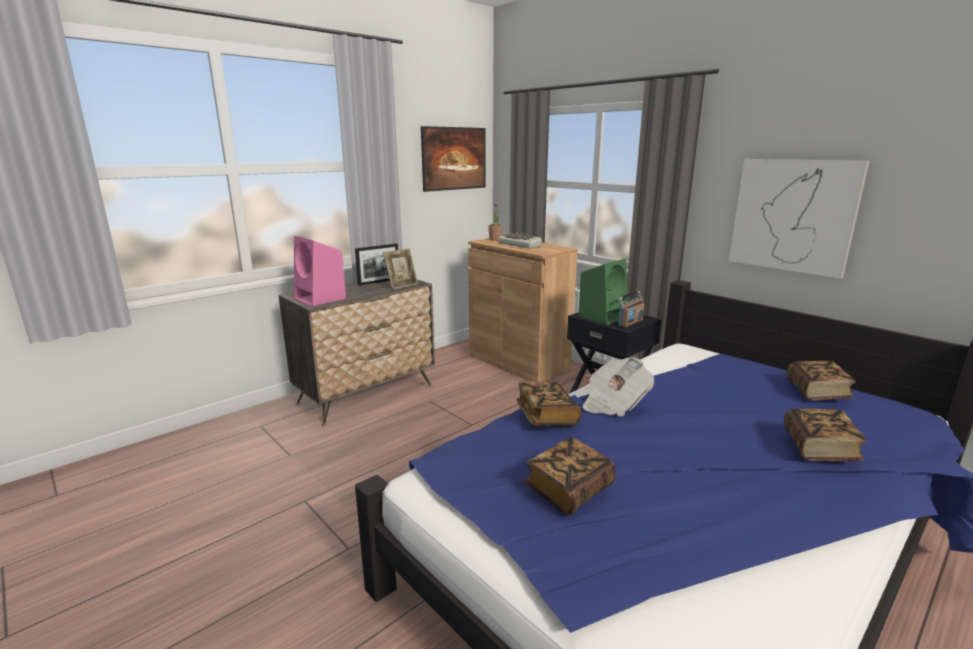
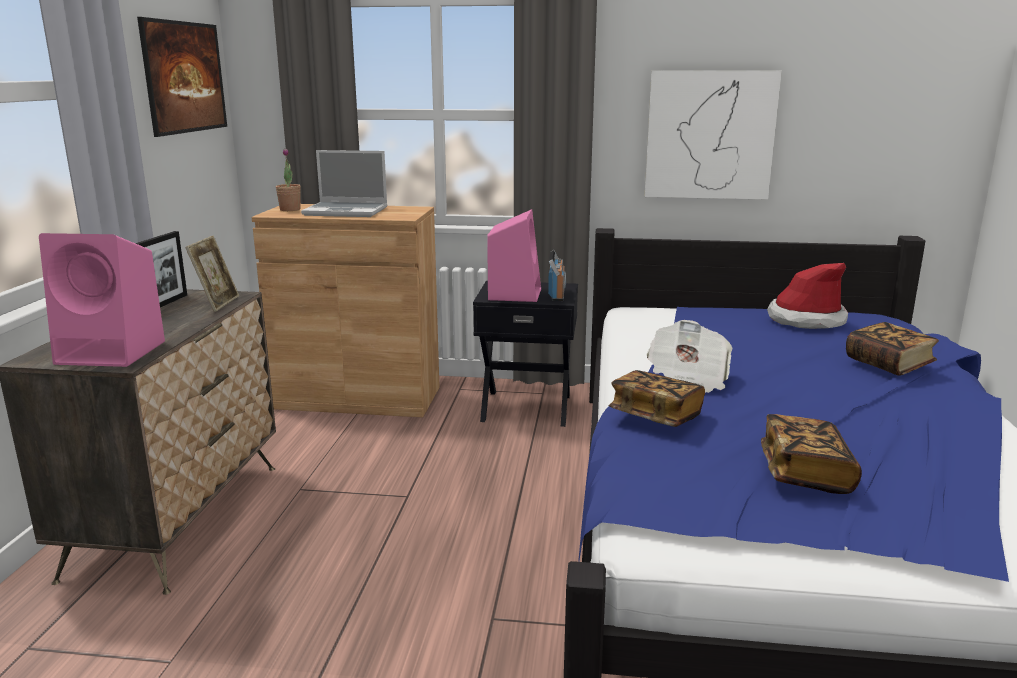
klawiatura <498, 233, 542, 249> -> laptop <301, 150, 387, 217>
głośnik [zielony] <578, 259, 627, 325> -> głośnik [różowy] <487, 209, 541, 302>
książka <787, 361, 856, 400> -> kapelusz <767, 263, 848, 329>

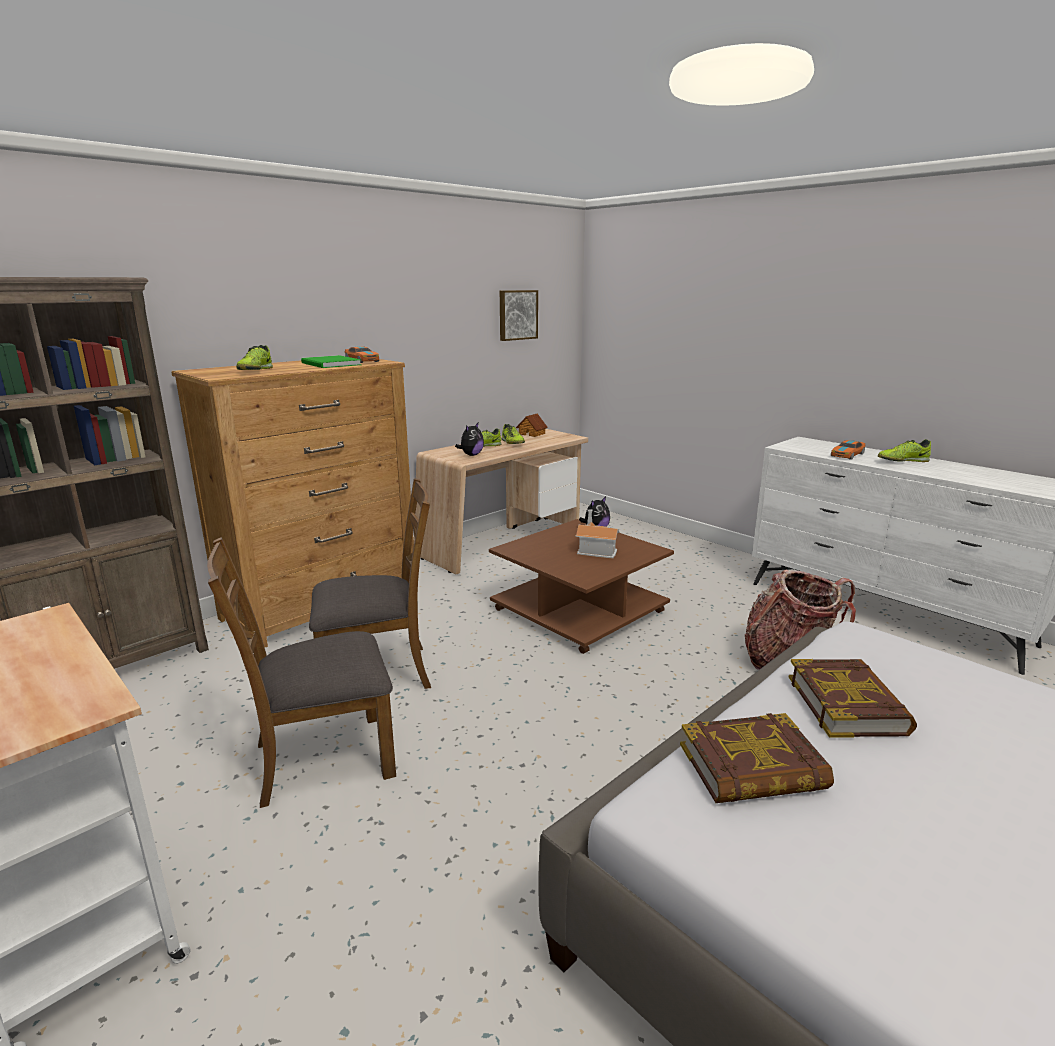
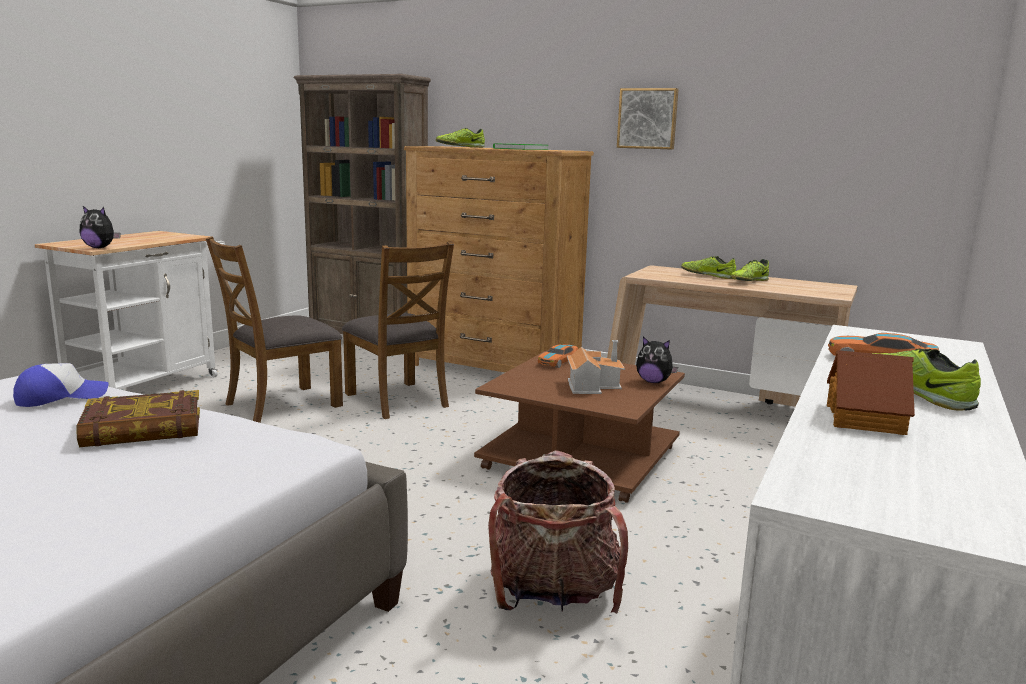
obraz <500, 290, 538, 341> -> obraz <617, 88, 679, 150>, moved
samochodzik <345, 347, 379, 363> -> samochodzik <538, 344, 578, 368>, moved
domek <516, 413, 548, 437> -> domek <827, 350, 915, 435>, moved
pluszak <455, 423, 484, 456> -> pluszak <80, 206, 120, 248>, moved
krzesło [brązowy] <207, 537, 396, 808> -> krzesło [brązowy] <206, 236, 343, 423>, 90 degrees counterclockwise
książka <680, 713, 834, 803> -> czapka z daszkiem <13, 363, 108, 407>

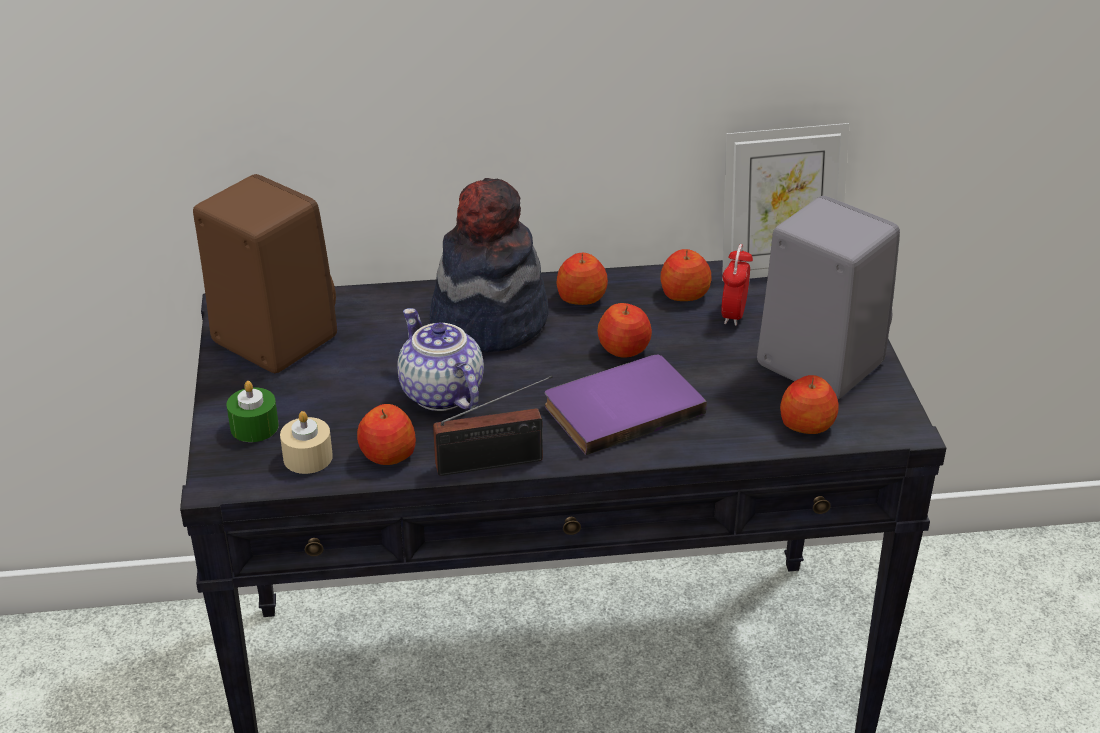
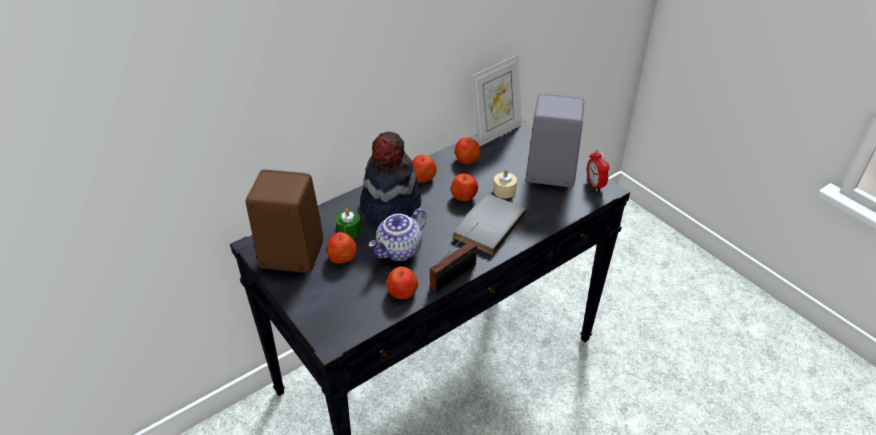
budzik <722, 244, 753, 326> -> budzik <587, 150, 609, 192>, moved
imbryk <397, 308, 484, 411> -> imbryk <369, 208, 427, 261>, 75 degrees counterclockwise
książka [fioletowy] <545, 355, 707, 455> -> książka [szary] <453, 194, 526, 255>
jabłko <780, 375, 839, 434> -> jabłko <327, 232, 357, 263>, moved
świeca [zielony] <227, 381, 279, 442> -> świeca [zielony] <336, 208, 361, 238>, moved
świeca [beżowy] <280, 411, 333, 474> -> świeca [beżowy] <493, 169, 517, 198>, moved

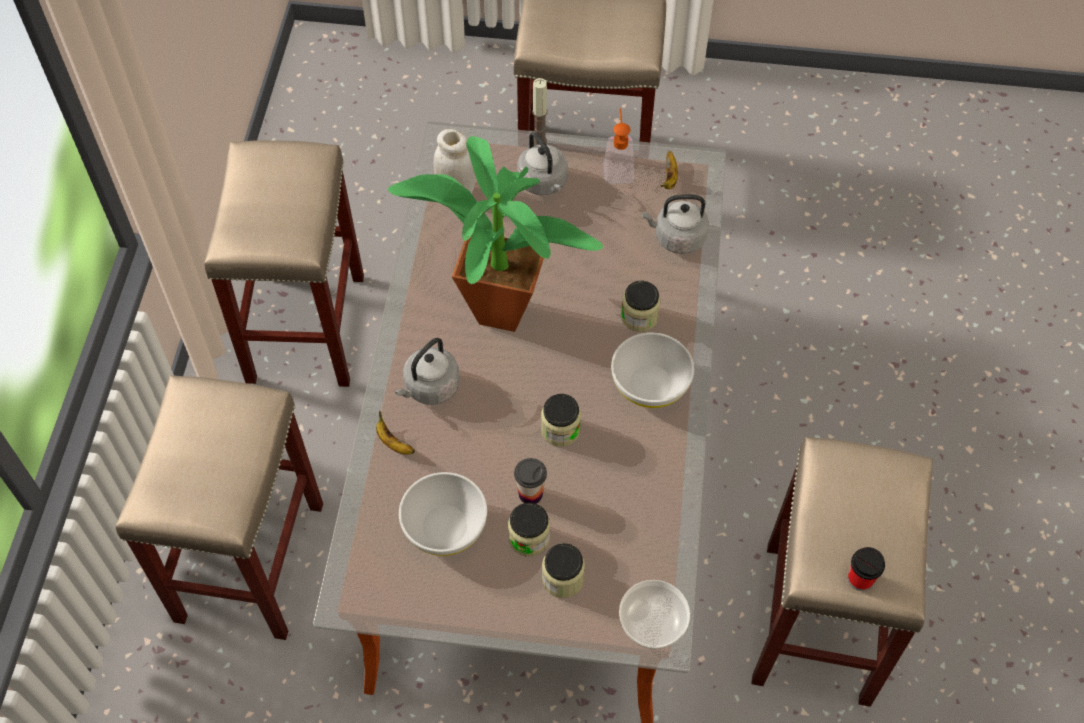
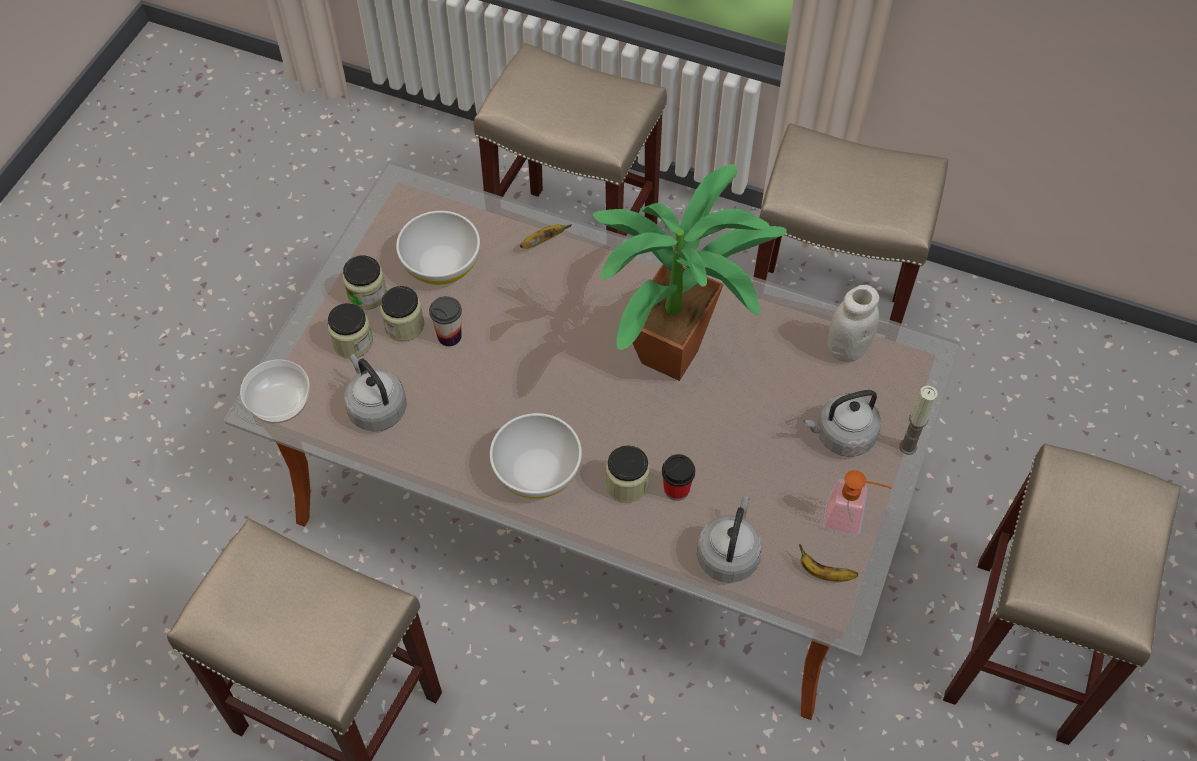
czajnik [szary] <395, 338, 460, 405> -> czajnik [szary] <344, 354, 407, 431>, moved
słoik <541, 394, 581, 447> -> słoik <343, 256, 387, 310>, moved
filiżanka <848, 547, 885, 591> -> filiżanka <662, 454, 695, 501>, moved

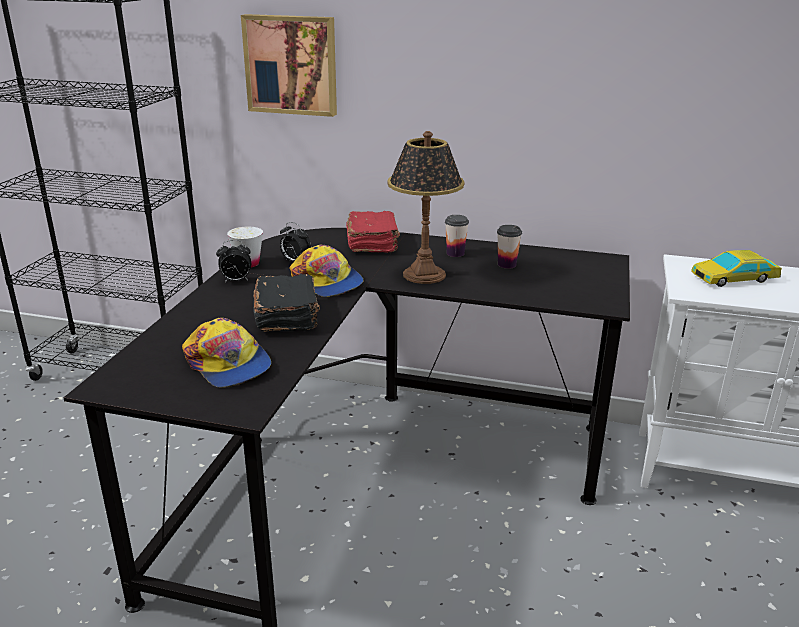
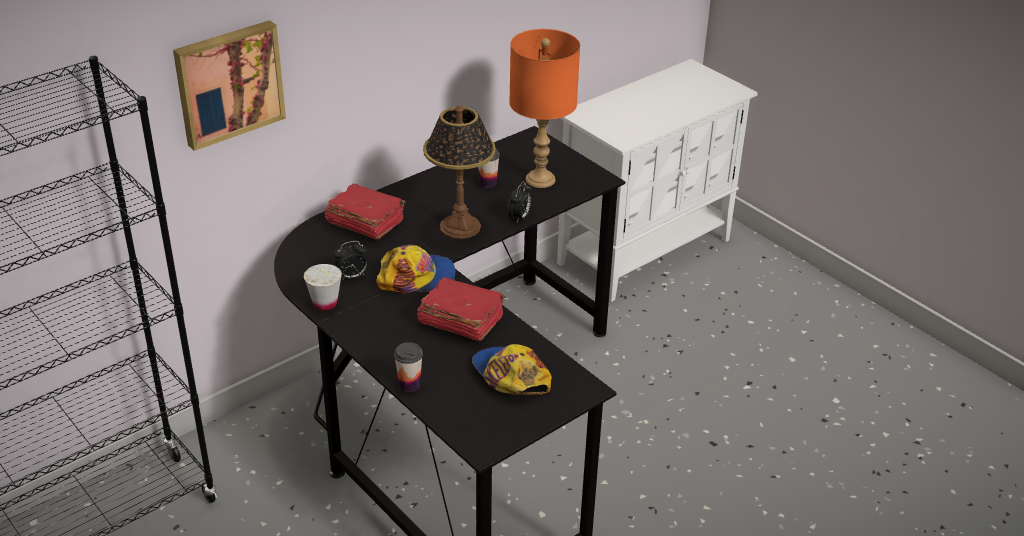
filiżanka <445, 215, 469, 257> -> filiżanka <394, 342, 423, 392>, moved
budzik <216, 240, 251, 282> -> budzik <508, 181, 532, 222>, moved
samochodzik <691, 250, 782, 287> -> none
książka [czarny] <253, 274, 320, 332> -> książka [czerwony] <417, 277, 506, 341>
czapka z daszkiem <182, 318, 271, 387> -> czapka z daszkiem <472, 344, 552, 395>, 120 degrees counterclockwise
none -> lampa stołowa [pomarańczowy] <509, 29, 580, 188>

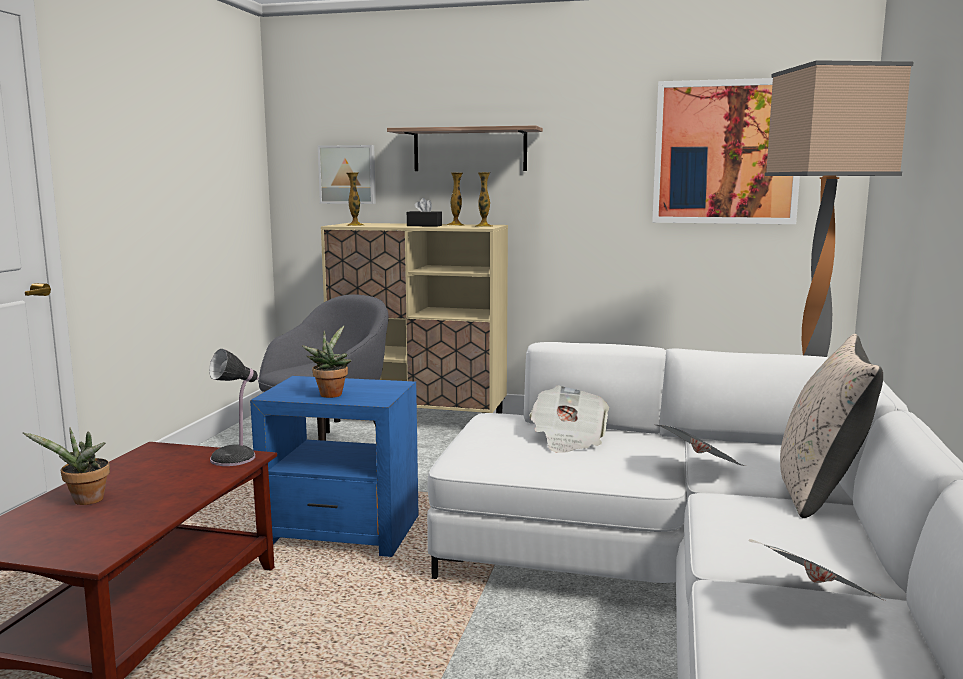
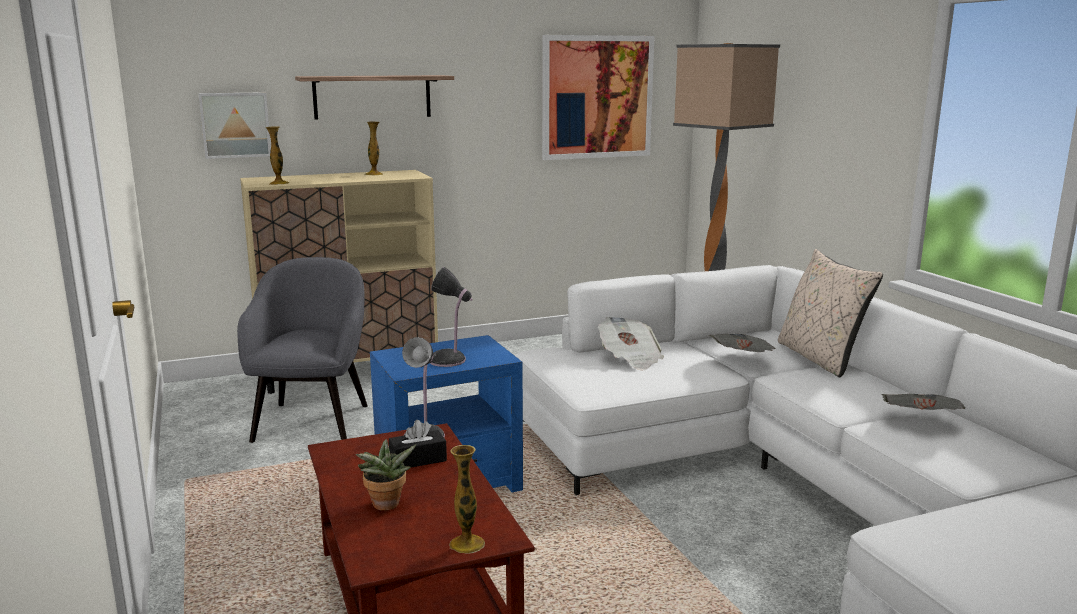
wazon <476, 172, 493, 227> -> wazon <449, 445, 485, 553>, moved
pudełko chusteczek [czarny] <407, 198, 442, 227> -> pudełko chusteczek [czarny] <389, 420, 447, 468>, moved
roślina doniczkowa <302, 325, 351, 398> -> lampa stołowa <430, 267, 473, 367>

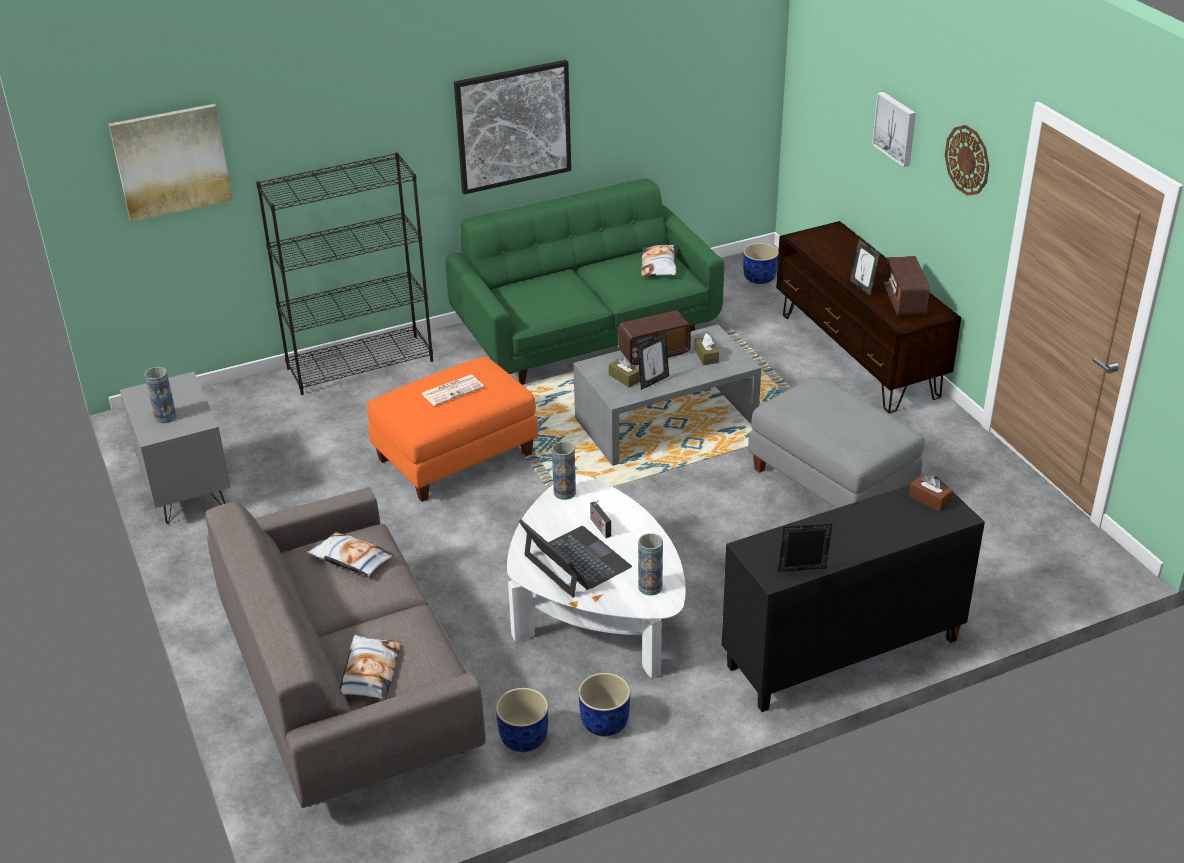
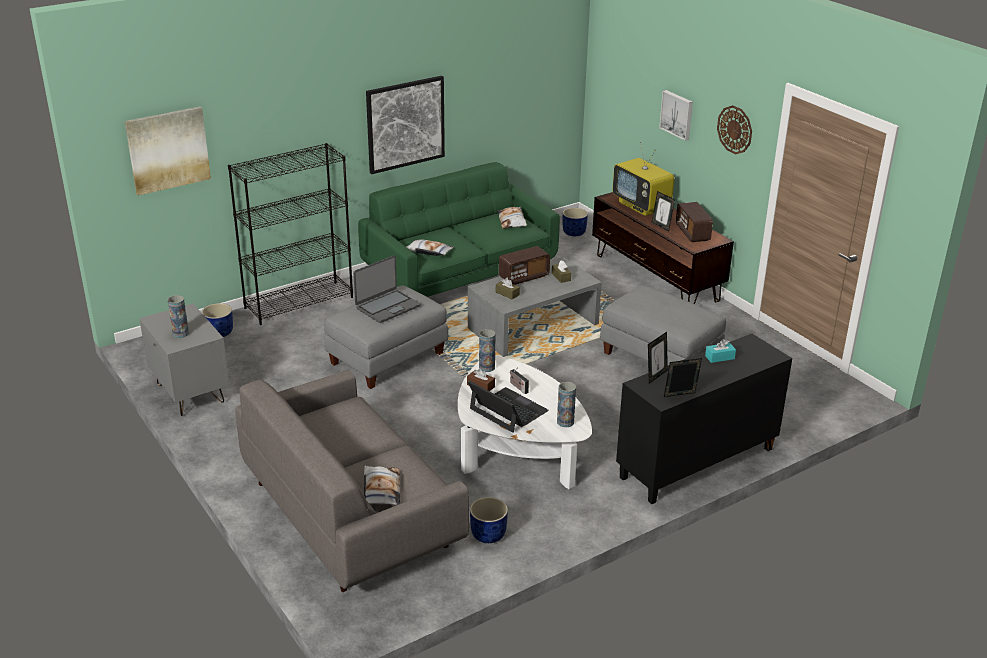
ramka na zdjęcie <637, 331, 669, 390> -> ramka na zdjęcie <648, 332, 668, 384>, moved
pufa [pomarańczowy] <367, 357, 538, 502> -> pufa [szary] <324, 285, 448, 389>
gazeta <421, 375, 484, 406> -> laptop <353, 255, 421, 323>
pudełko chusteczek [brązowy] <909, 475, 953, 511> -> pudełko chusteczek [brązowy] <467, 368, 495, 391>, moved
poduszka <307, 532, 394, 576> -> poduszka <406, 239, 454, 256>, moved
donica [niebieski] <578, 673, 630, 736> -> donica [niebieski] <202, 303, 233, 337>, moved
none -> telewizor <613, 142, 674, 216>
none -> pudełko chusteczek [turkusowy] <705, 339, 736, 363>

